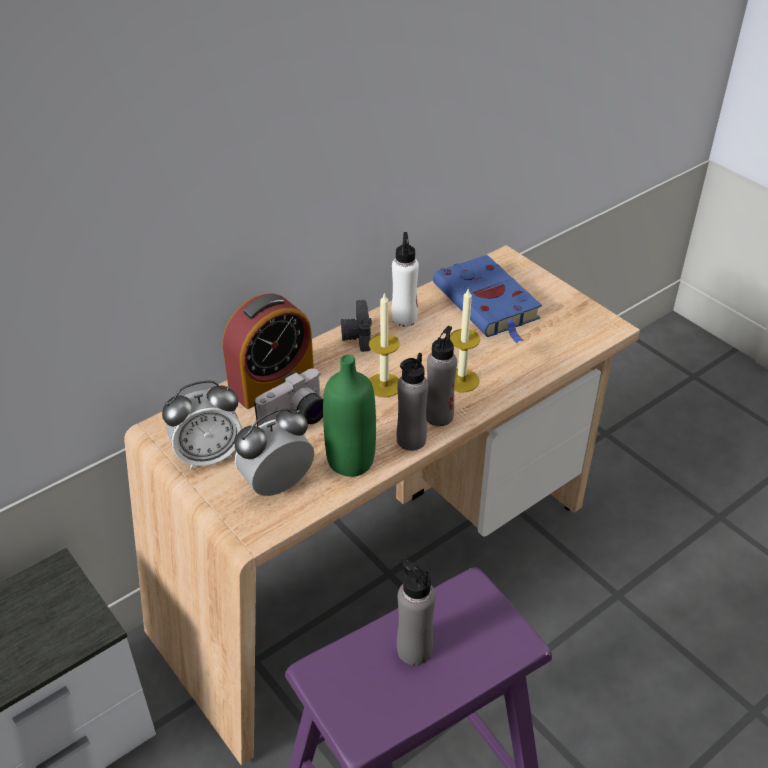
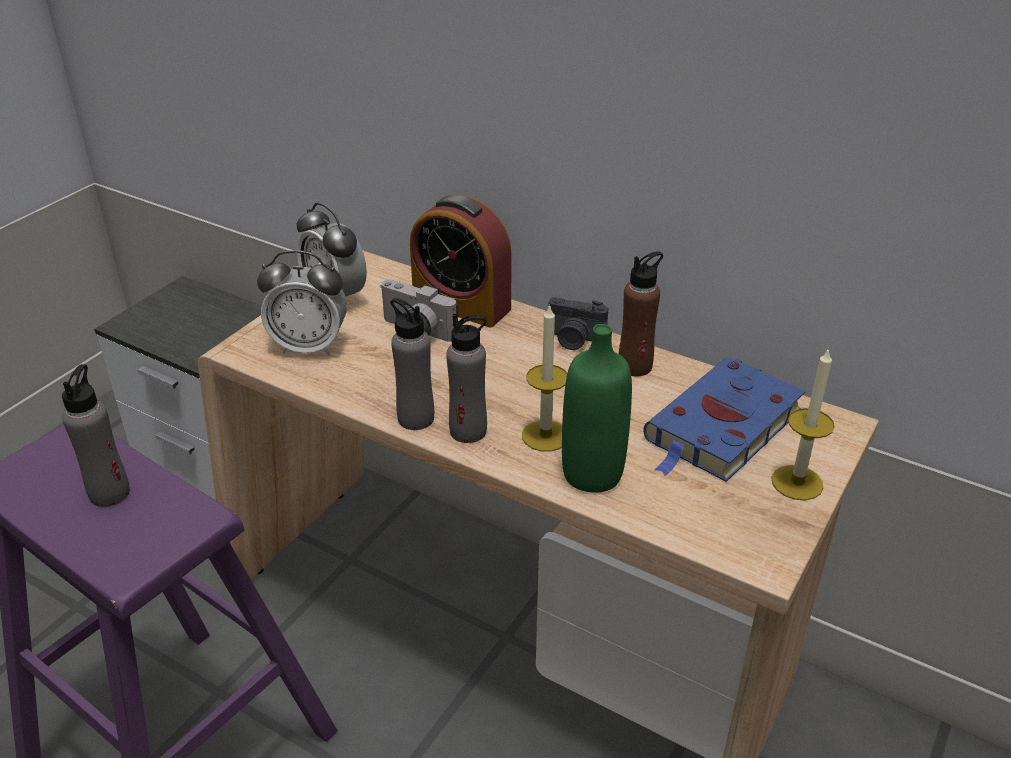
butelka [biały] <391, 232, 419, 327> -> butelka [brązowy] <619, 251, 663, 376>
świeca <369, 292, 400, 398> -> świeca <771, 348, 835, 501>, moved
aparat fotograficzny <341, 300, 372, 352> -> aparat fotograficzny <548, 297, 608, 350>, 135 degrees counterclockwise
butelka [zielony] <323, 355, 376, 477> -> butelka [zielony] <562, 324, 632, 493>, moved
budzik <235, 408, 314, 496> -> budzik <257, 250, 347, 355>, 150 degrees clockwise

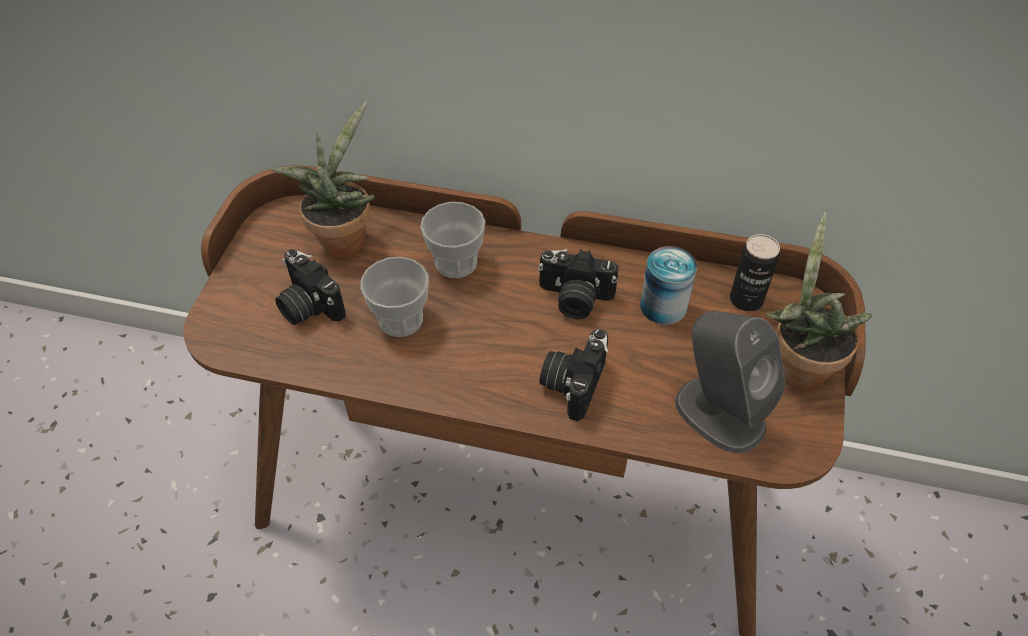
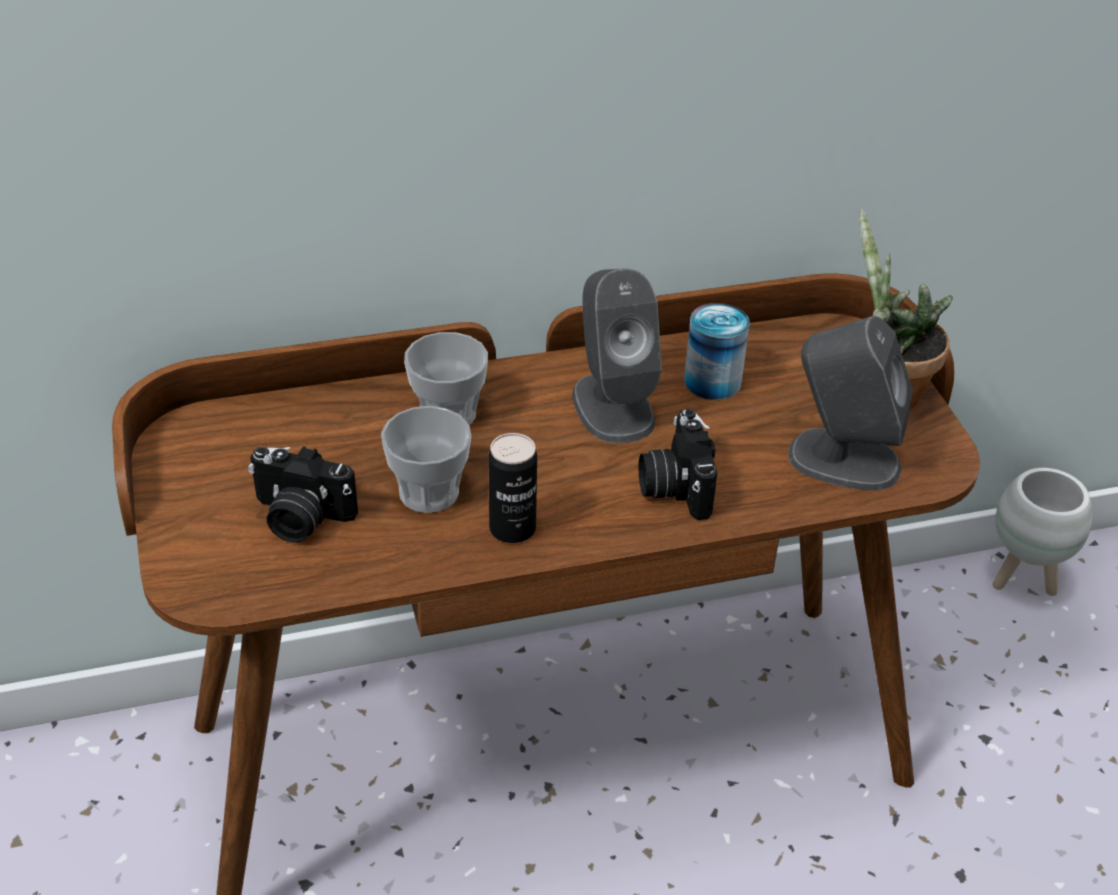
roślina doniczkowa <271, 101, 374, 258> -> none
puszka <730, 234, 780, 311> -> puszka <488, 433, 537, 543>, moved
aparat fotograficzny <538, 249, 619, 319> -> głośnik [szary] <572, 268, 662, 443>
none -> donica [biały] <993, 468, 1092, 596>

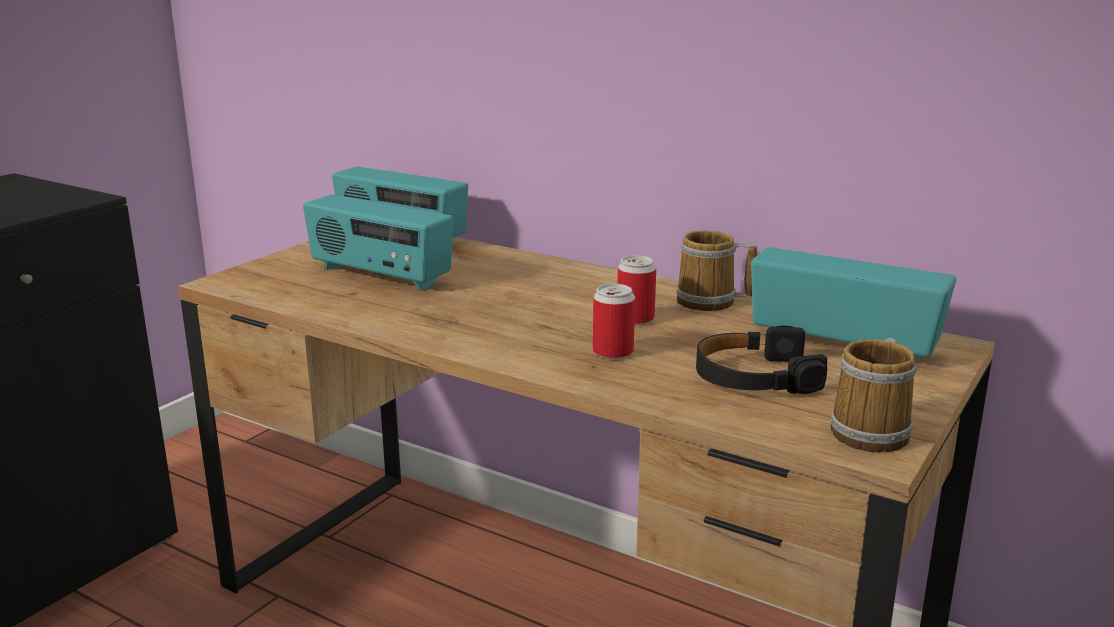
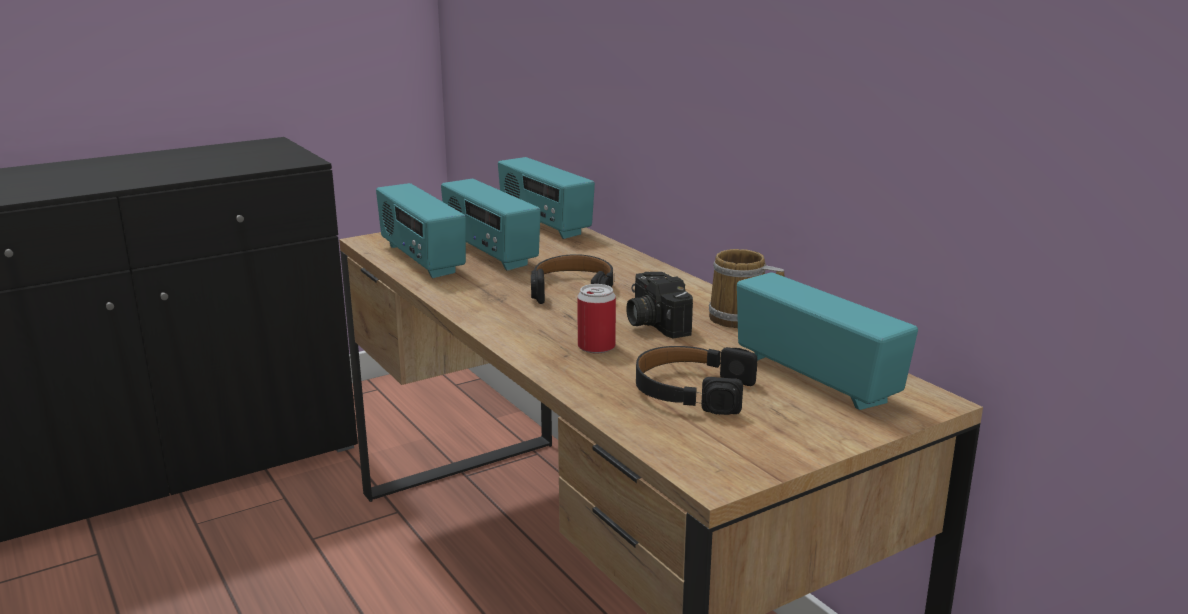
puszka <617, 255, 656, 325> -> aparat fotograficzny <626, 272, 693, 339>
kubek <830, 338, 917, 452> -> none
none -> radio <376, 183, 466, 278>
none -> słuchawki [czarny] <531, 254, 615, 304>

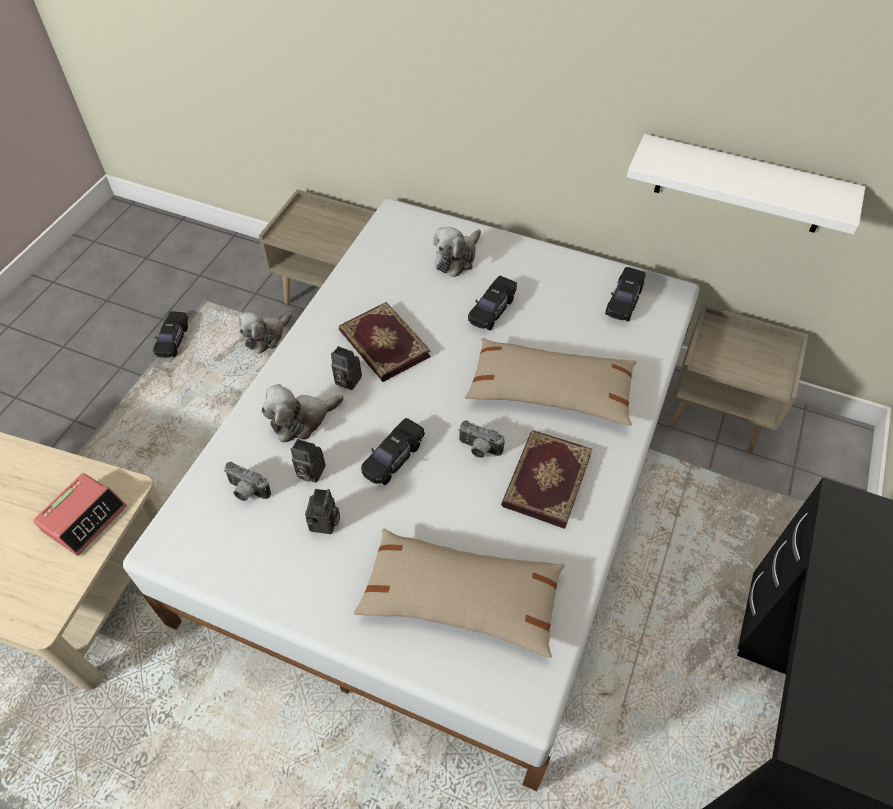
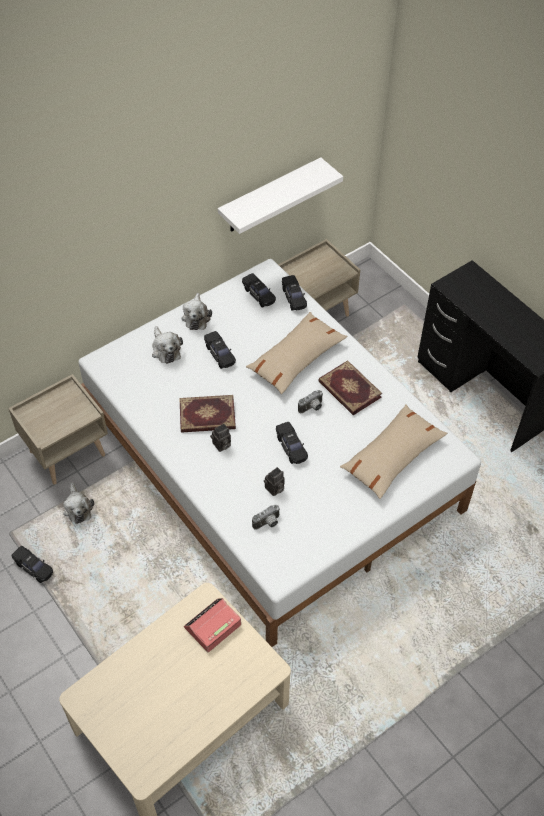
pluszak <261, 384, 344, 443> -> pluszak <181, 293, 212, 330>, moved
budzik <33, 473, 127, 556> -> budzik <184, 598, 241, 652>, 105 degrees counterclockwise
aparat fotograficzny <305, 489, 340, 534> -> none
none -> samochodzik [czarny] <282, 275, 307, 311>

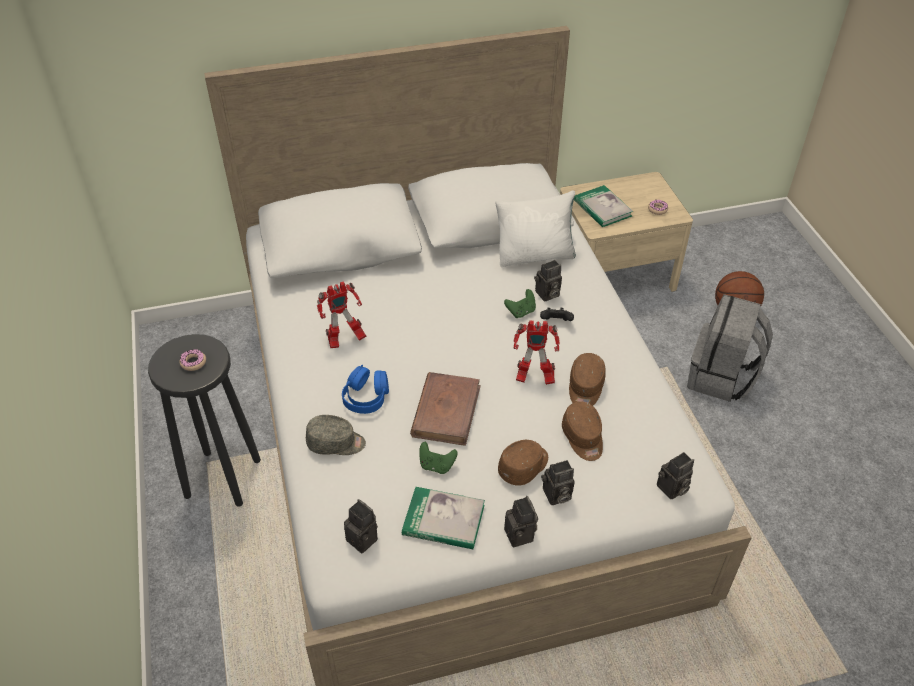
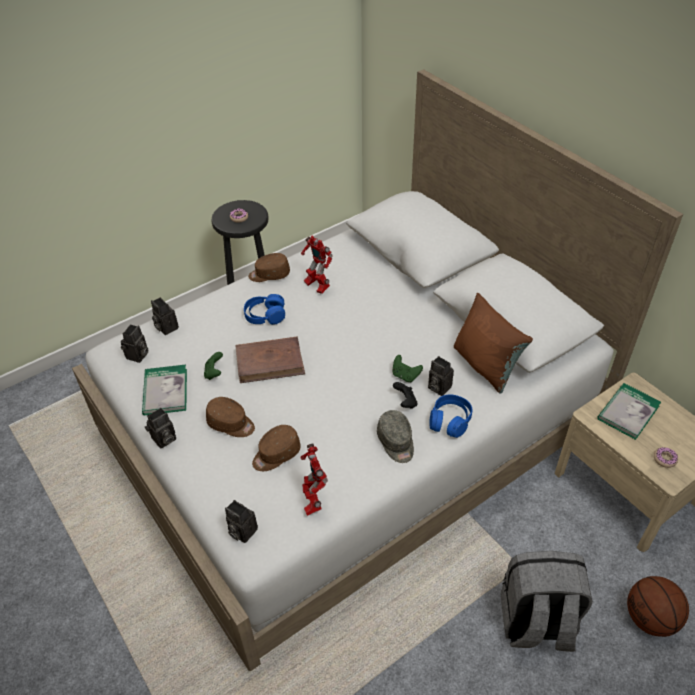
poduszka [biały] <495, 190, 576, 267> -> poduszka [brązowy] <454, 293, 533, 394>
robot zabawkowy <513, 321, 560, 385> -> robot zabawkowy <301, 443, 328, 516>, moved
czapka z daszkiem [brązowy] <569, 353, 606, 406> -> czapka z daszkiem [brązowy] <248, 253, 290, 282>, moved
czapka z daszkiem [szary] <306, 415, 366, 455> -> czapka z daszkiem [szary] <377, 410, 414, 463>, moved
aparat fotograficzny <541, 460, 575, 505> -> aparat fotograficzny <151, 297, 179, 335>, moved
none -> słuchawki [niebieski] <429, 394, 473, 438>

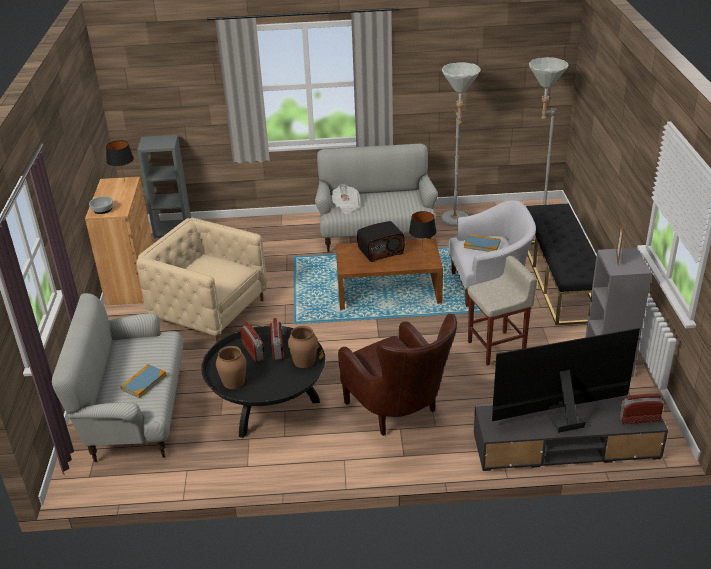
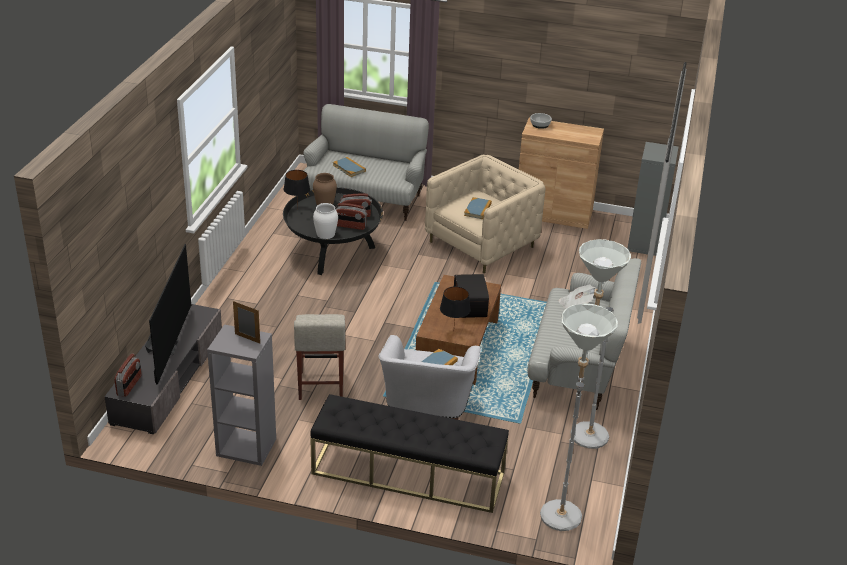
lampa stołowa [czarny] <106, 140, 134, 182> -> lampa stołowa [czarny] <284, 170, 310, 210>, moved
fotel [brązowy] <338, 314, 457, 436> -> none
wazon [brązowy] <288, 326, 318, 368> -> wazon [biały] <313, 203, 338, 239>
none -> książka <464, 197, 492, 219>

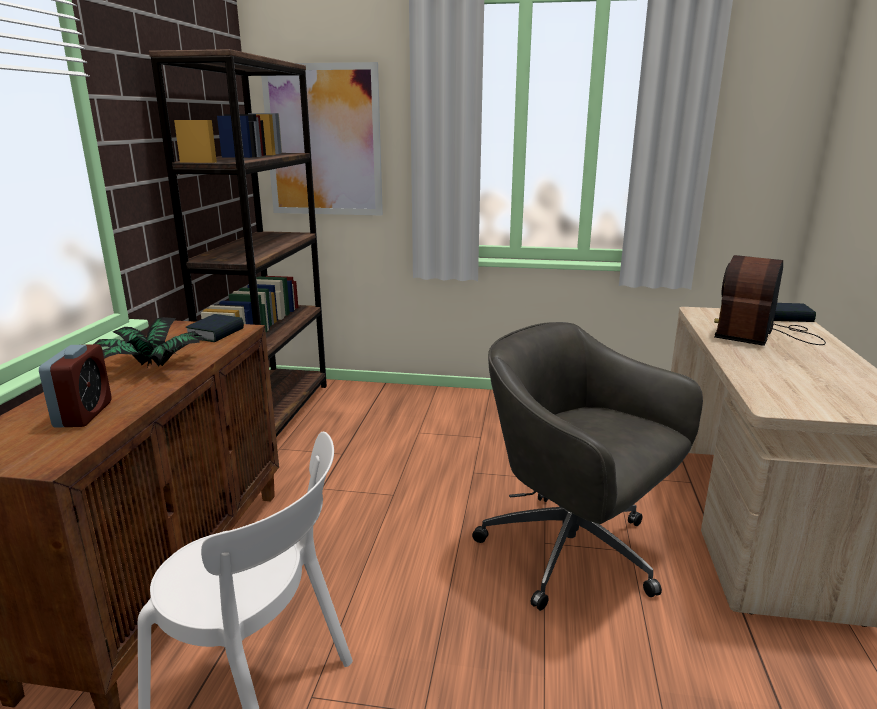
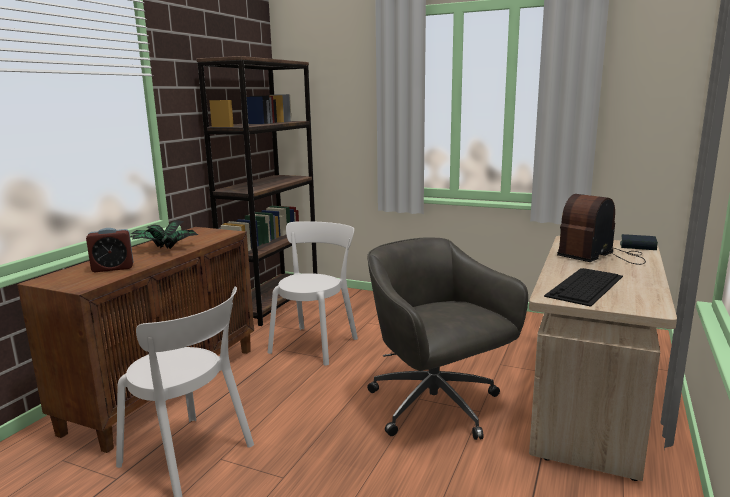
obraz <261, 62, 383, 216> -> none
książka <186, 314, 244, 342> -> none
budzik <39, 344, 112, 428> -> budzik <86, 228, 133, 272>, 60 degrees clockwise
none -> krzesło [biały] <268, 221, 358, 366>
none -> klawiatura <544, 268, 623, 307>

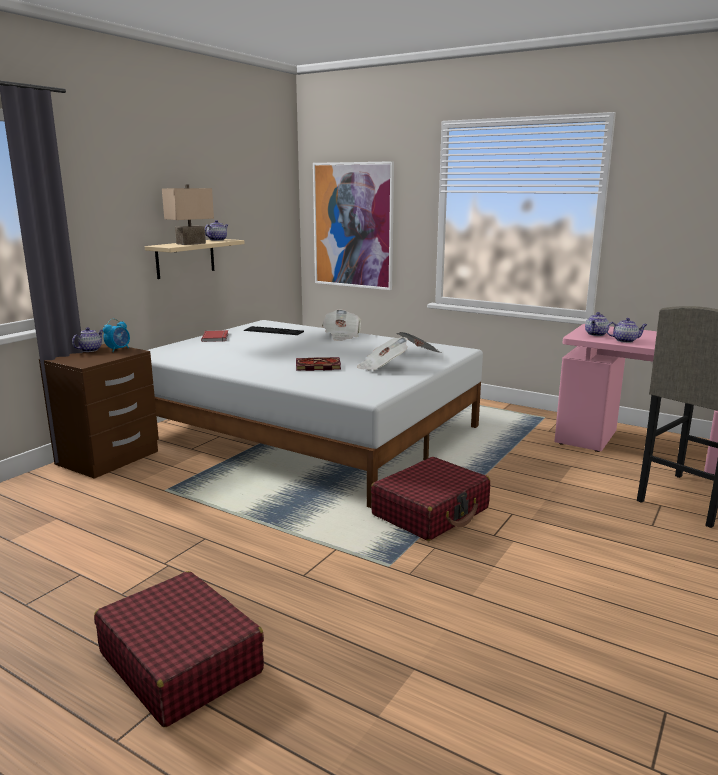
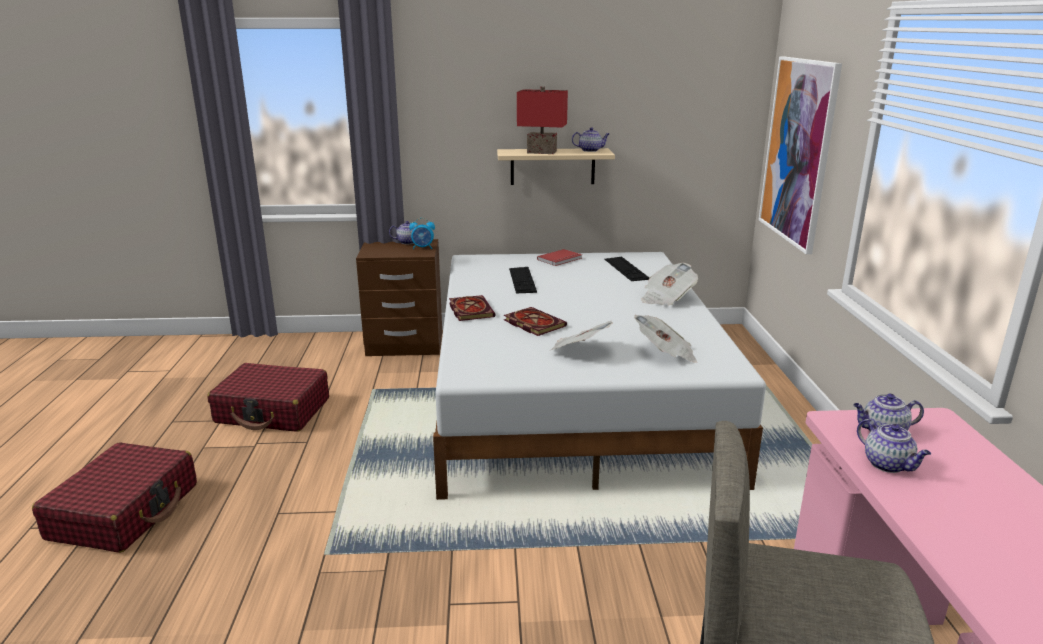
lampa stołowa [beżowy] <162, 184, 214, 245> -> lampa stołowa [czerwony] <517, 86, 568, 154>
walizka [czerwony] <371, 457, 490, 541> -> walizka [czerwony] <207, 363, 329, 432>, moved
none -> klawiatura <509, 267, 537, 293>
none -> książka <449, 295, 496, 321>

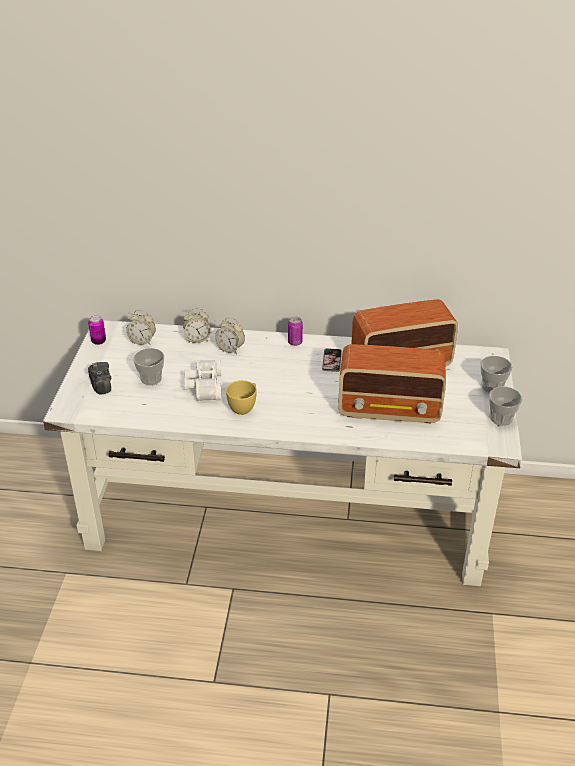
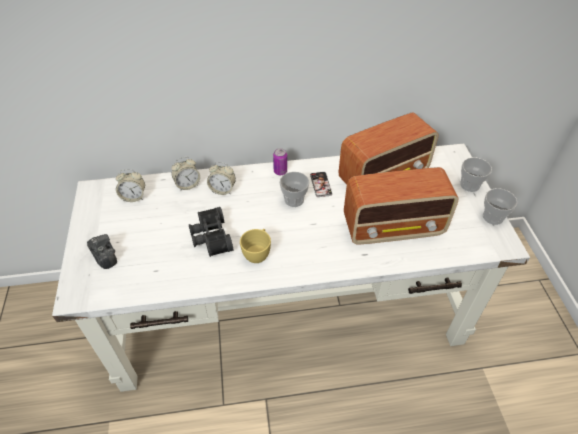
puszka <88, 315, 106, 345> -> none
filiżanka <133, 348, 164, 385> -> filiżanka <280, 172, 309, 207>, moved
lornetka [biały] <184, 360, 221, 401> -> lornetka [czarny] <189, 207, 233, 257>

